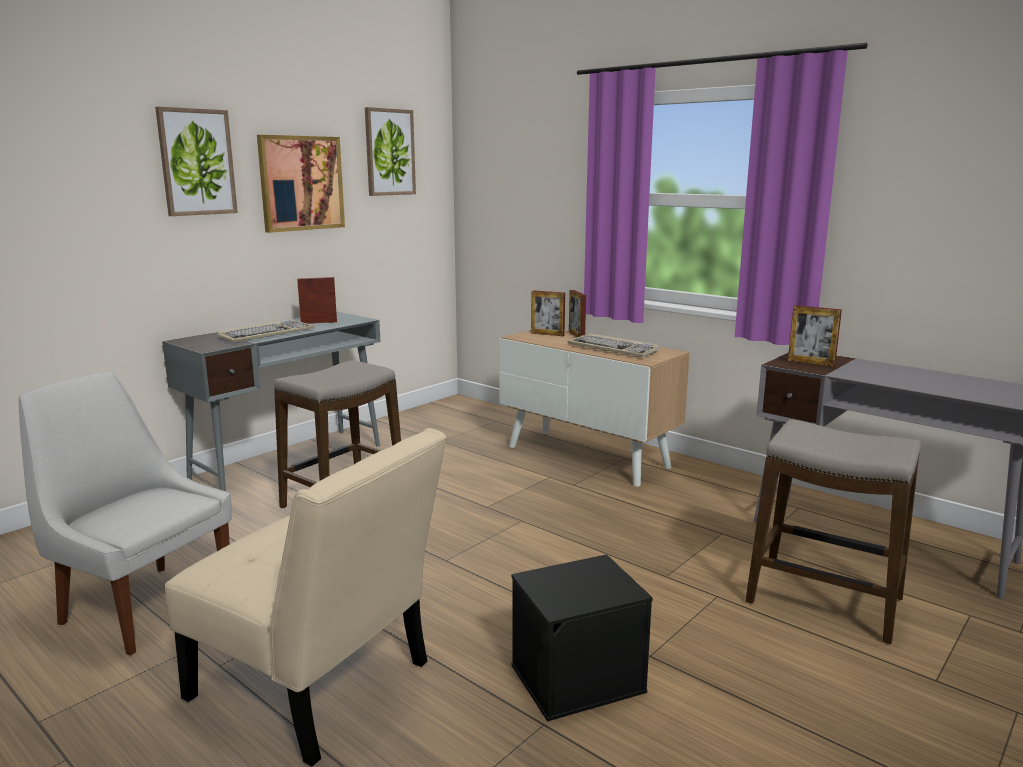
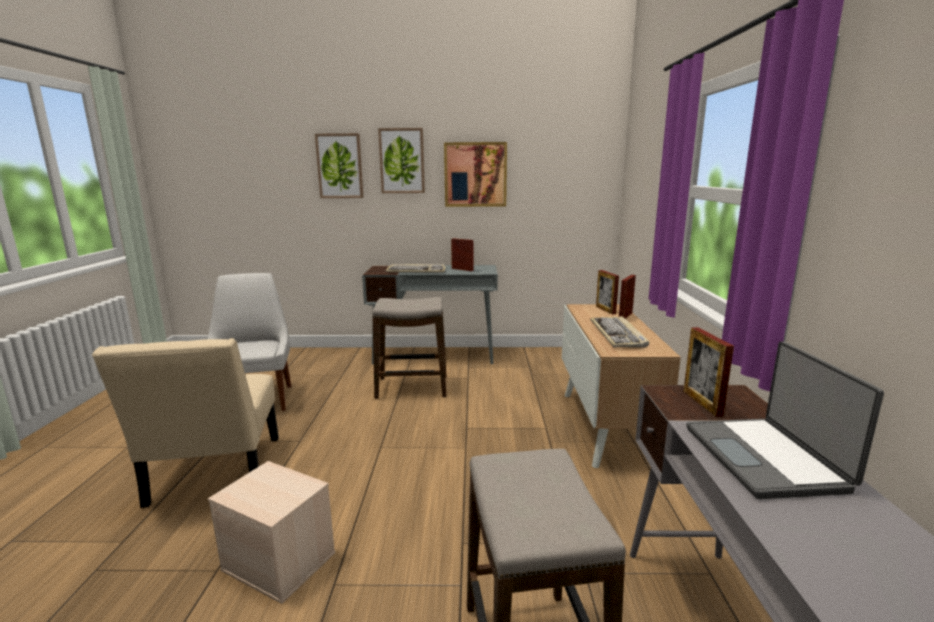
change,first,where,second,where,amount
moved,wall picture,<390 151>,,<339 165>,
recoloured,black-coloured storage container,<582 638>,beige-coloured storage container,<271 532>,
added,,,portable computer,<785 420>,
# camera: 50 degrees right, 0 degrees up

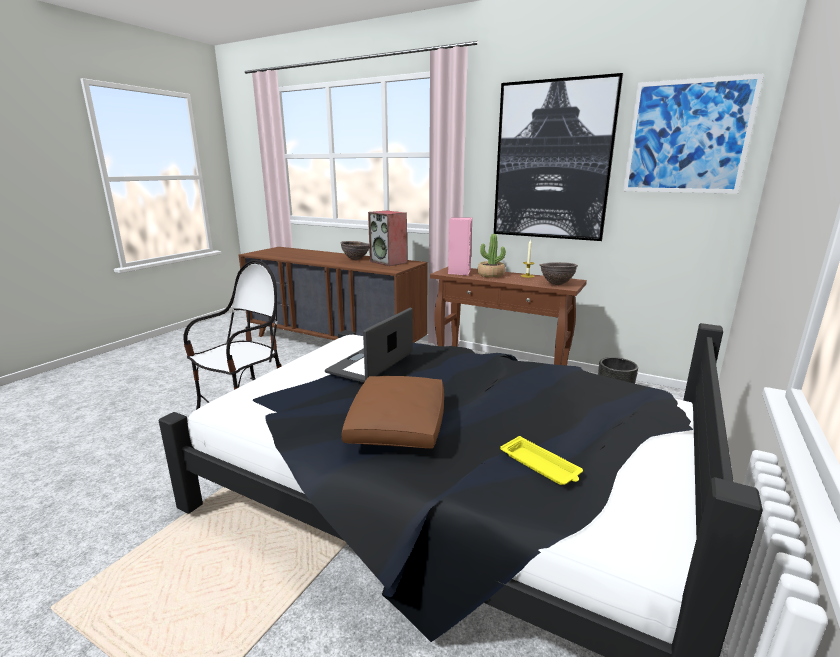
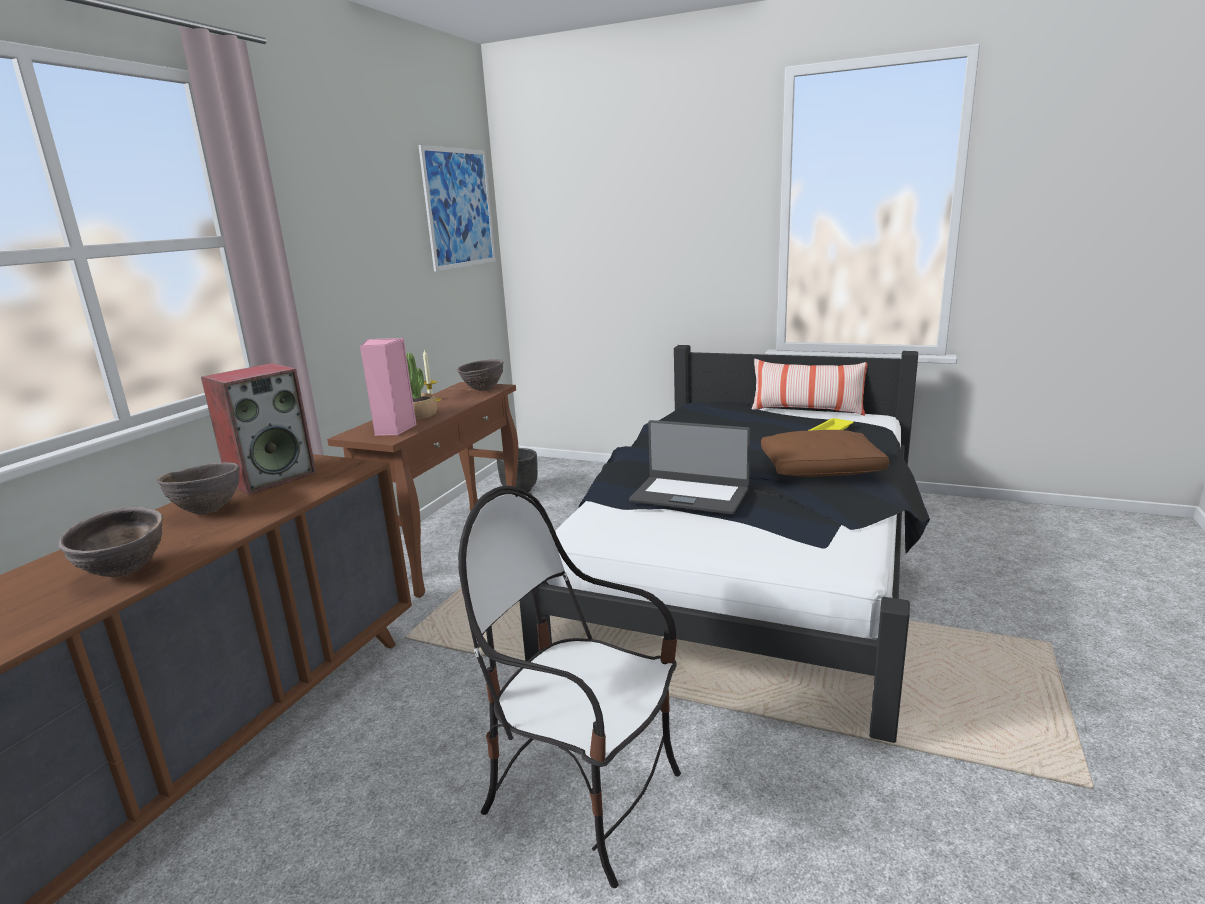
change,first,where,second,where,amount
removed,wall picture,<558 157>,,,
added,,,throw pillow,<810 387>,
added,,,brown deep dish,<110 542>,
# camera: 95 degrees left, 0 degrees up

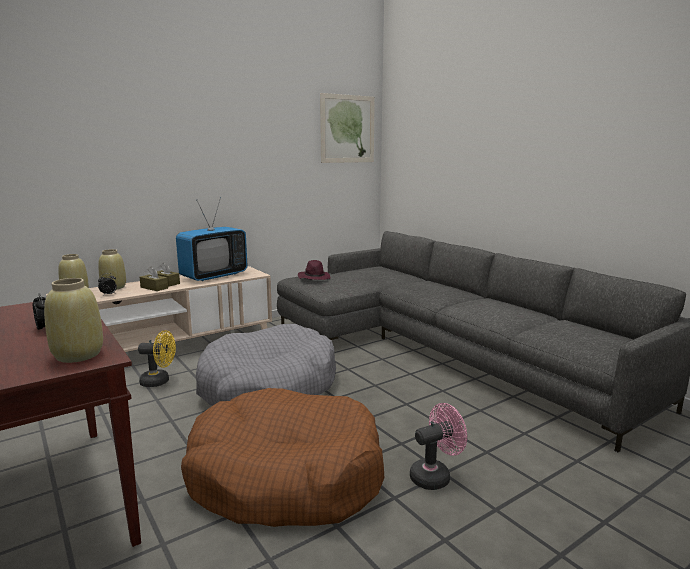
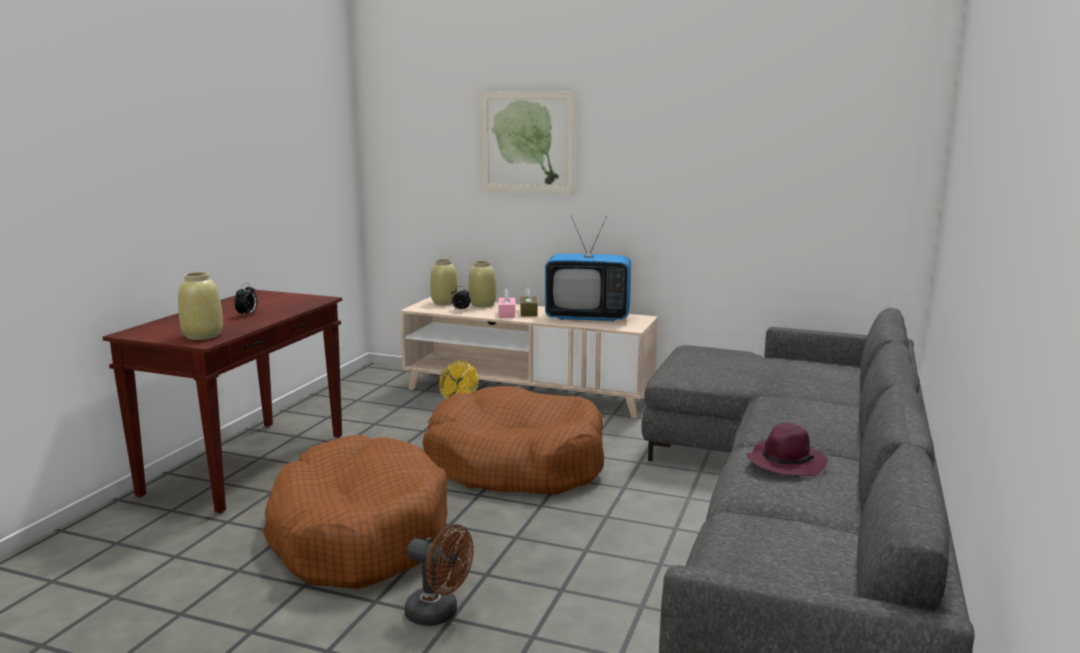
change,first,where,second,where,amount
moved,wall picture,<347 128>,,<528 142>,
moved,purple-coloured wearable hat,<314 270>,,<787 449>,
recoloured,brown box of tissues,<154 279>,pink-coloured box of tissues,<506 303>,
recoloured,grey dog cushion,<266 365>,brown dog cushion,<513 440>,
recoloured,pink-coloured cooling fan,<438 446>,brown cooling fan,<439 575>,
# camera: 55 degrees right, 0 degrees up

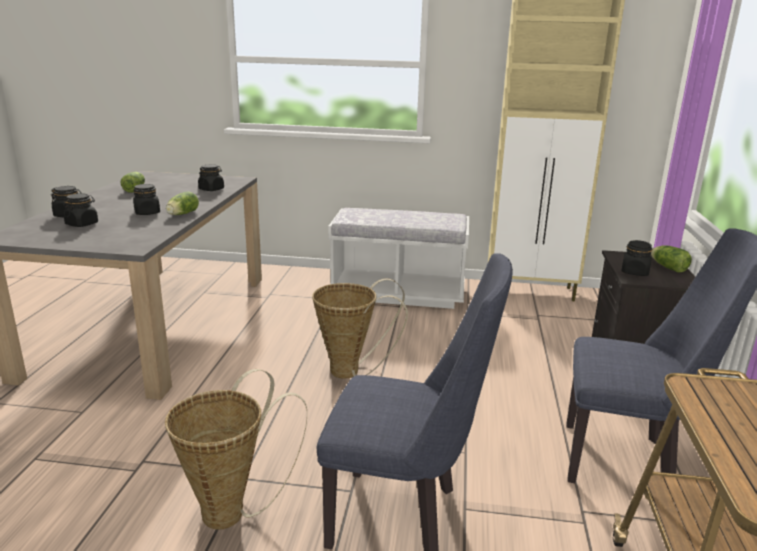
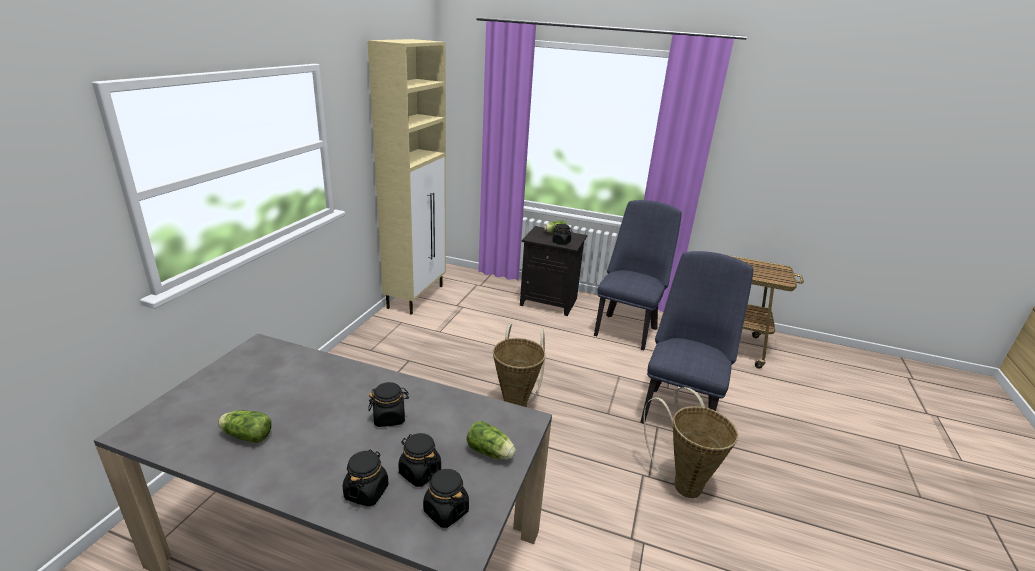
change,first,where,second,where,amount
moved,black-coloured jar,<211 177>,,<446 498>,
moved,lettuce head,<182 203>,,<491 440>,
removed,whitish bench,<398 258>,,,
# camera: 80 degrees left, 5 degrees up

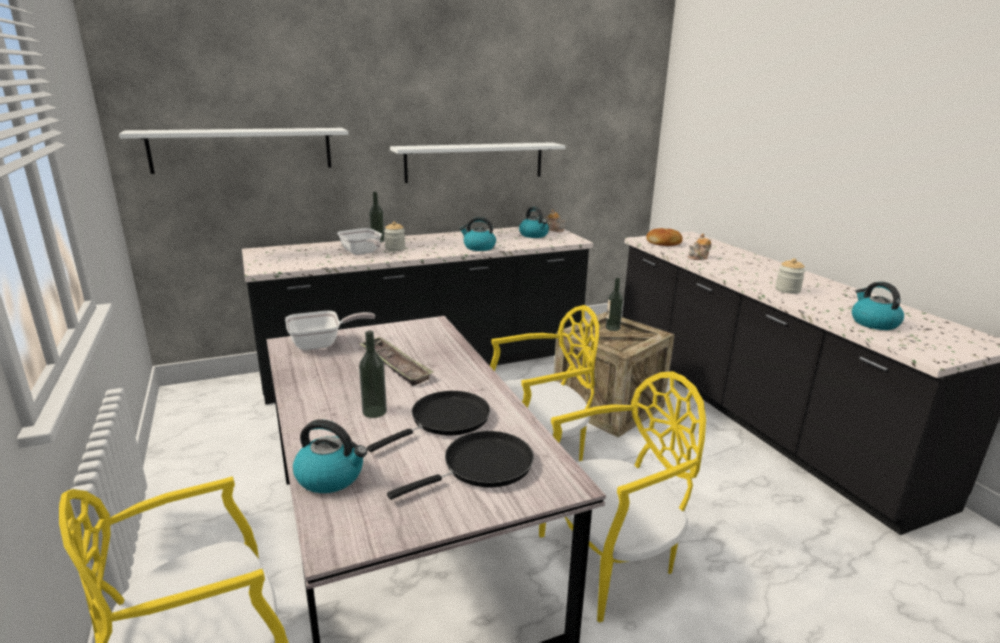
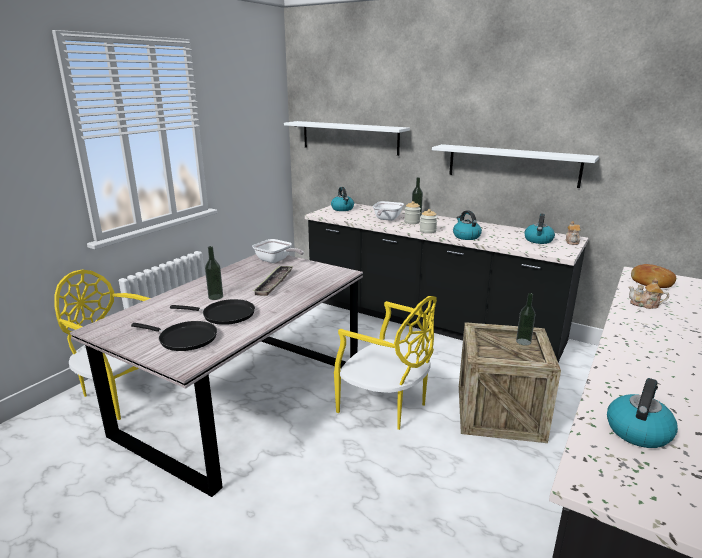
change,first,where,second,where,amount
moved,jar,<790 276>,,<428 221>,
removed,yellow upright chair,<622 497>,,,
moved,tea kettle,<330 456>,,<342 199>,
# camera: 55 degrees right, 0 degrees up

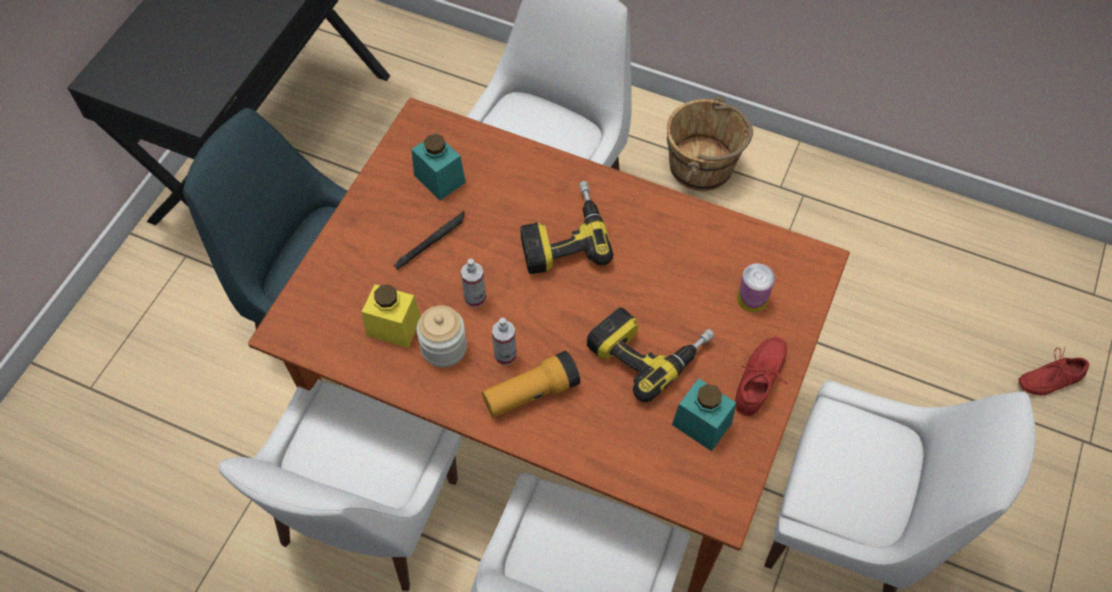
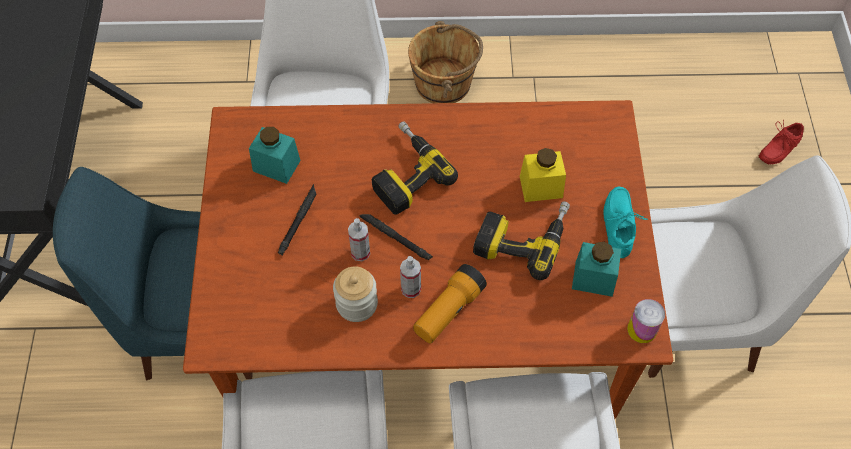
change,first,where,second,where,amount
moved,can,<756 287>,,<646 321>,
moved,yellow jar,<391 316>,,<543 175>,
recoloured,reddish shoe,<761 376>,turquoise-coloured shoe,<625 222>,
added,,,black-coloured hand torch,<396 237>,
# camera: 25 degrees left, 0 degrees up

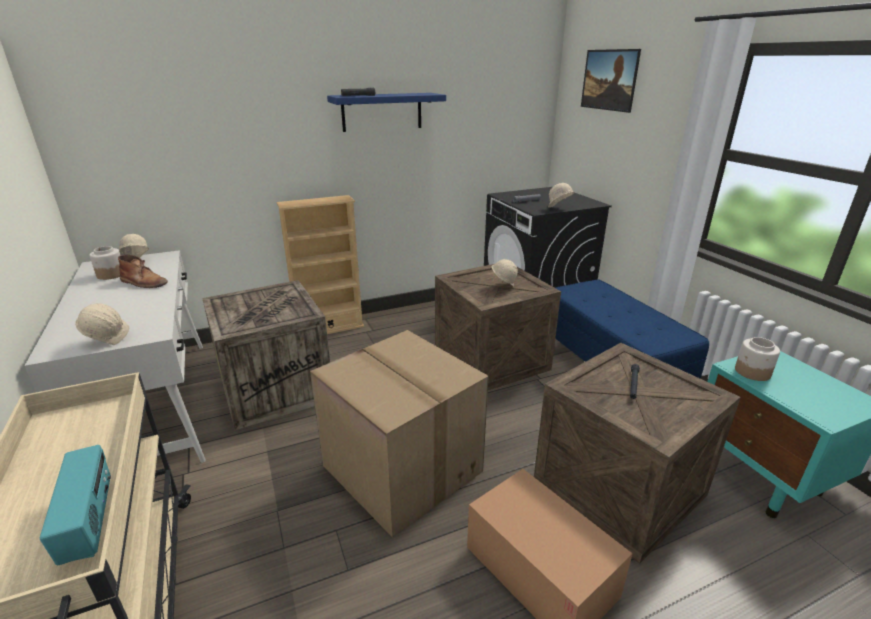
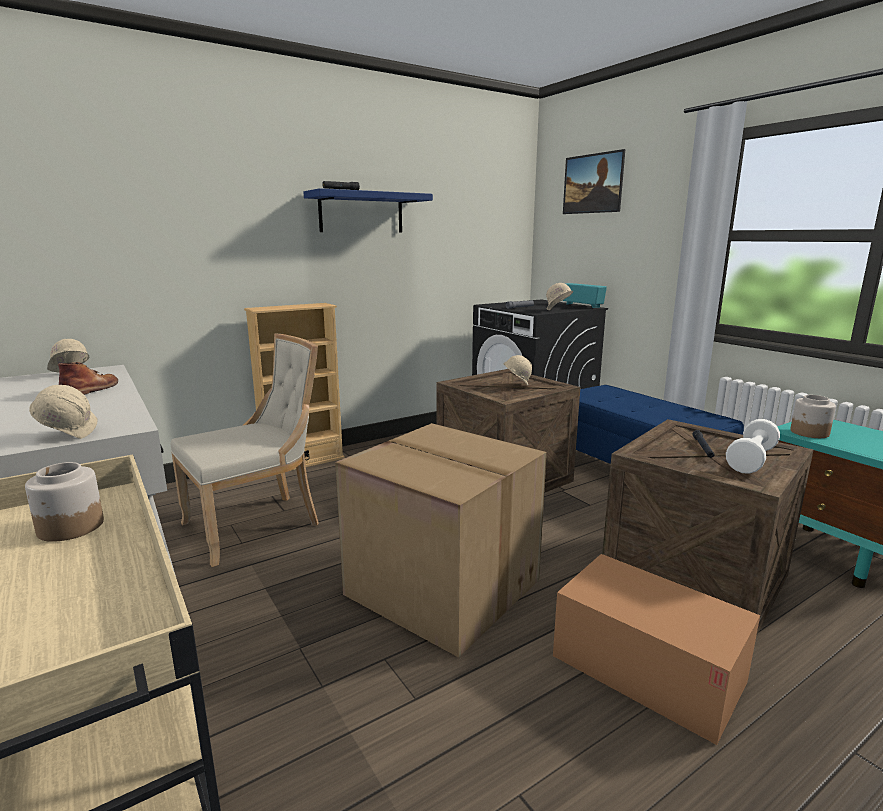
change,first,where,second,where,amount
moved,jar,<104 263>,,<64 502>,
turned,brown tall boot,<143 271>,,<88 378>,90 degrees counterclockwise
replaced,crate,<266 355>,beige-coloured upright chair,<245 450>,
moved,radio set,<75 505>,,<585 295>,
added,,,whitish hand weight,<753 446>,
# camera: 10 degrees left, 10 degrees down

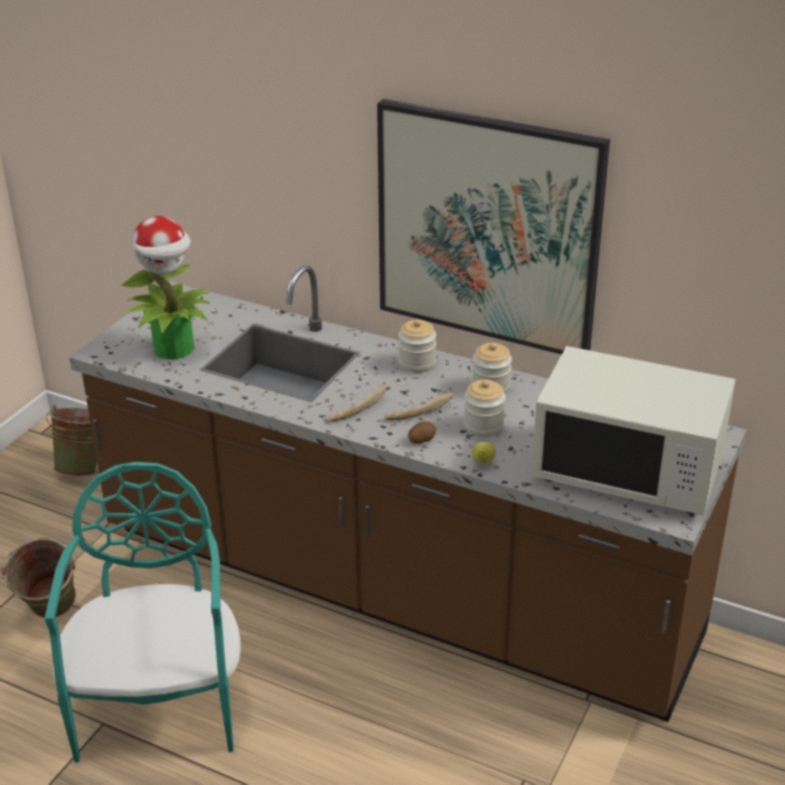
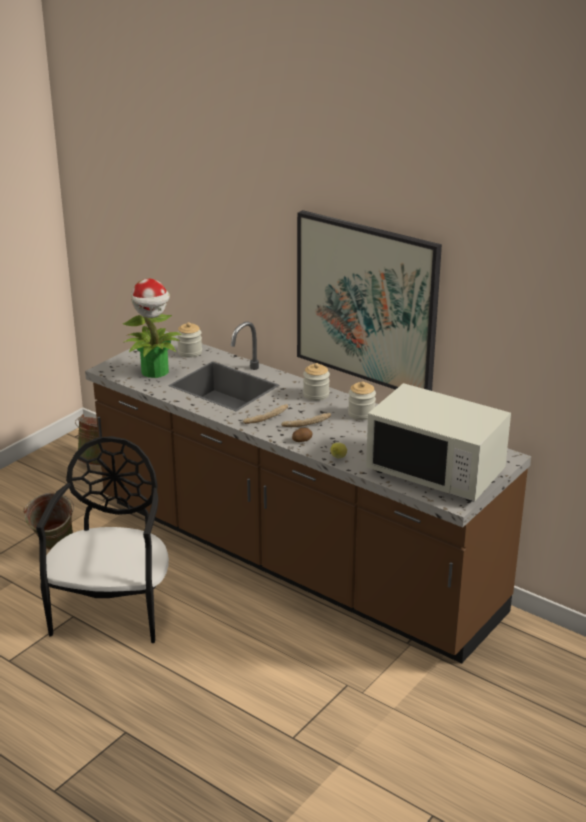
change,first,where,second,where,amount
moved,jar,<485 408>,,<189 340>,
recoloured,turquoise-coloured upright chair,<142 612>,black-coloured upright chair,<102 539>,
# camera: 10 degrees right, 5 degrees down

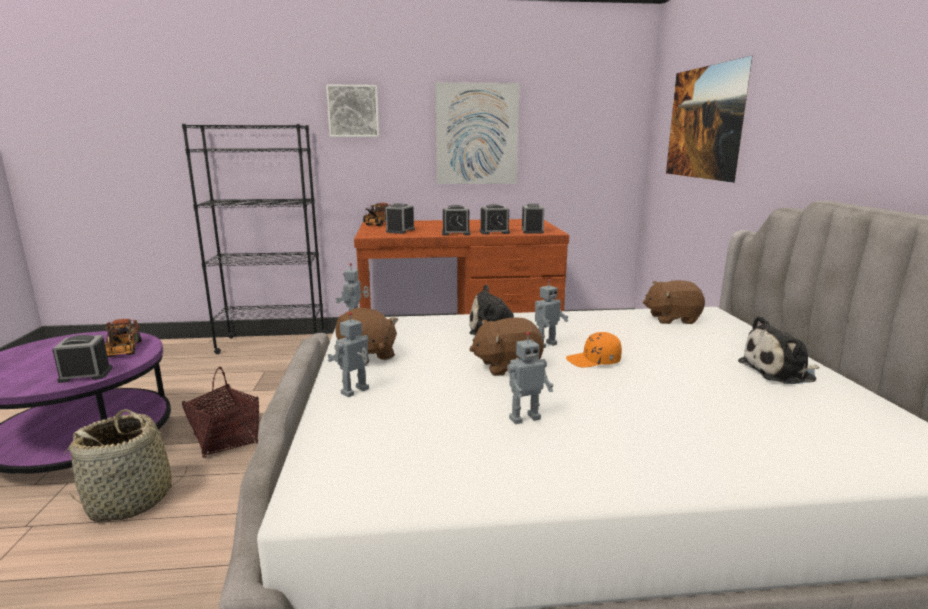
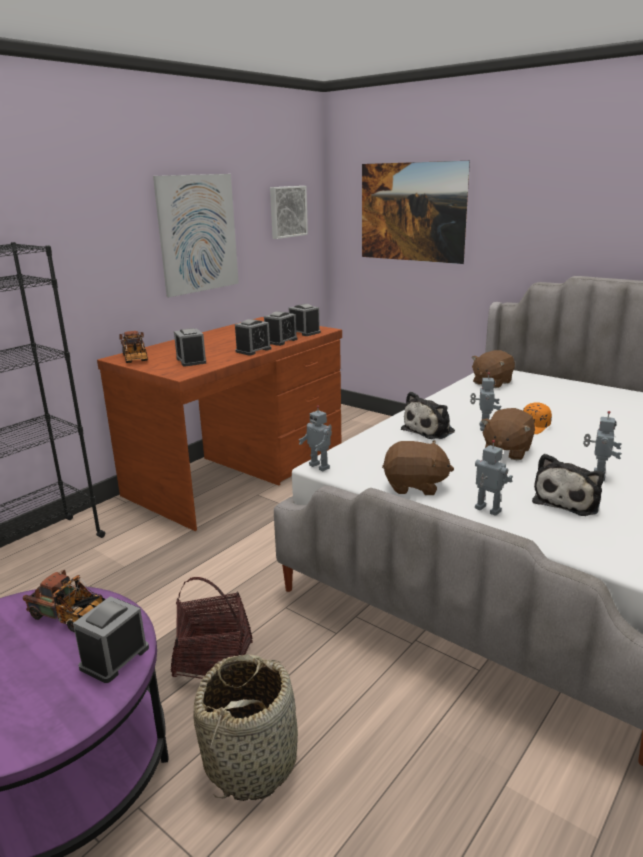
change,first,where,second,where,amount
moved,wall picture,<352 110>,,<289 212>,
turned,robot figure,<348 354>,,<494 478>,135 degrees clockwise
moved,plush toy,<778 350>,,<568 485>,
# camera: 45 degrees left, 5 degrees up

